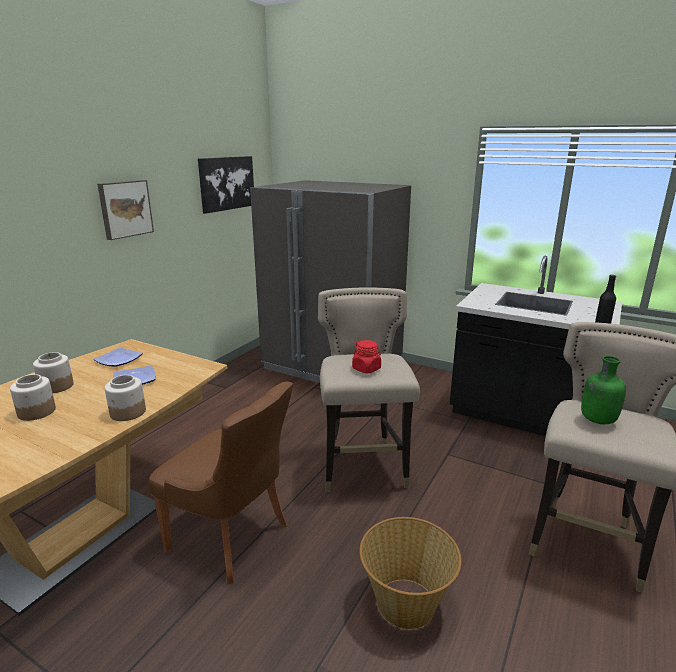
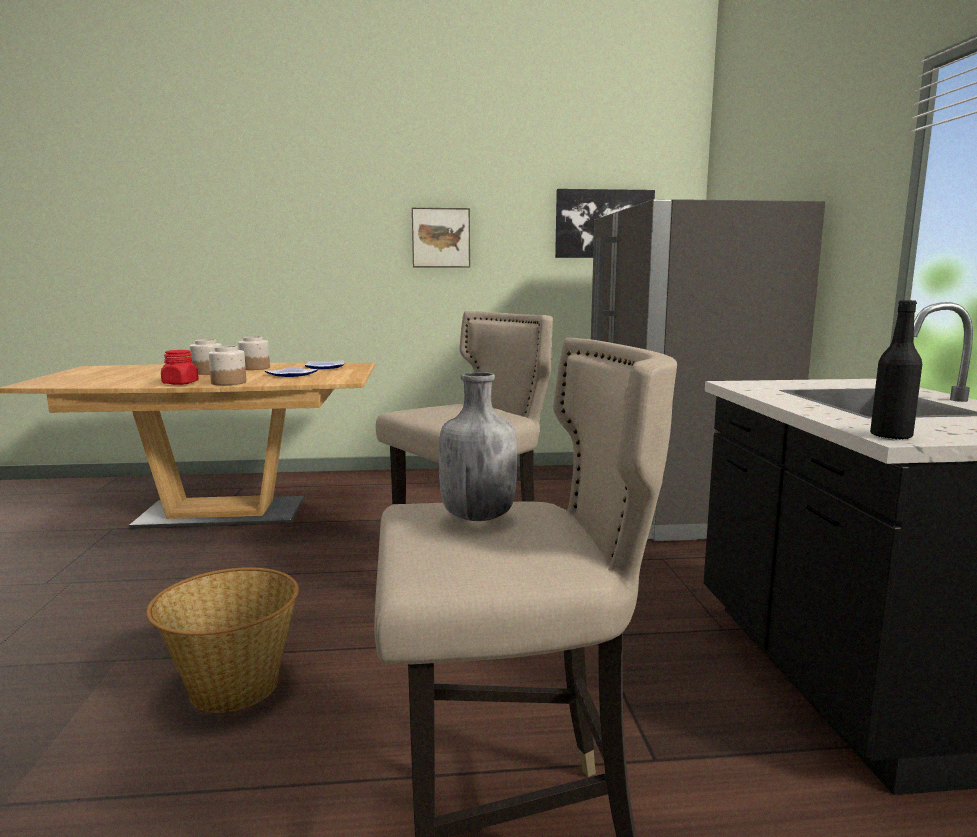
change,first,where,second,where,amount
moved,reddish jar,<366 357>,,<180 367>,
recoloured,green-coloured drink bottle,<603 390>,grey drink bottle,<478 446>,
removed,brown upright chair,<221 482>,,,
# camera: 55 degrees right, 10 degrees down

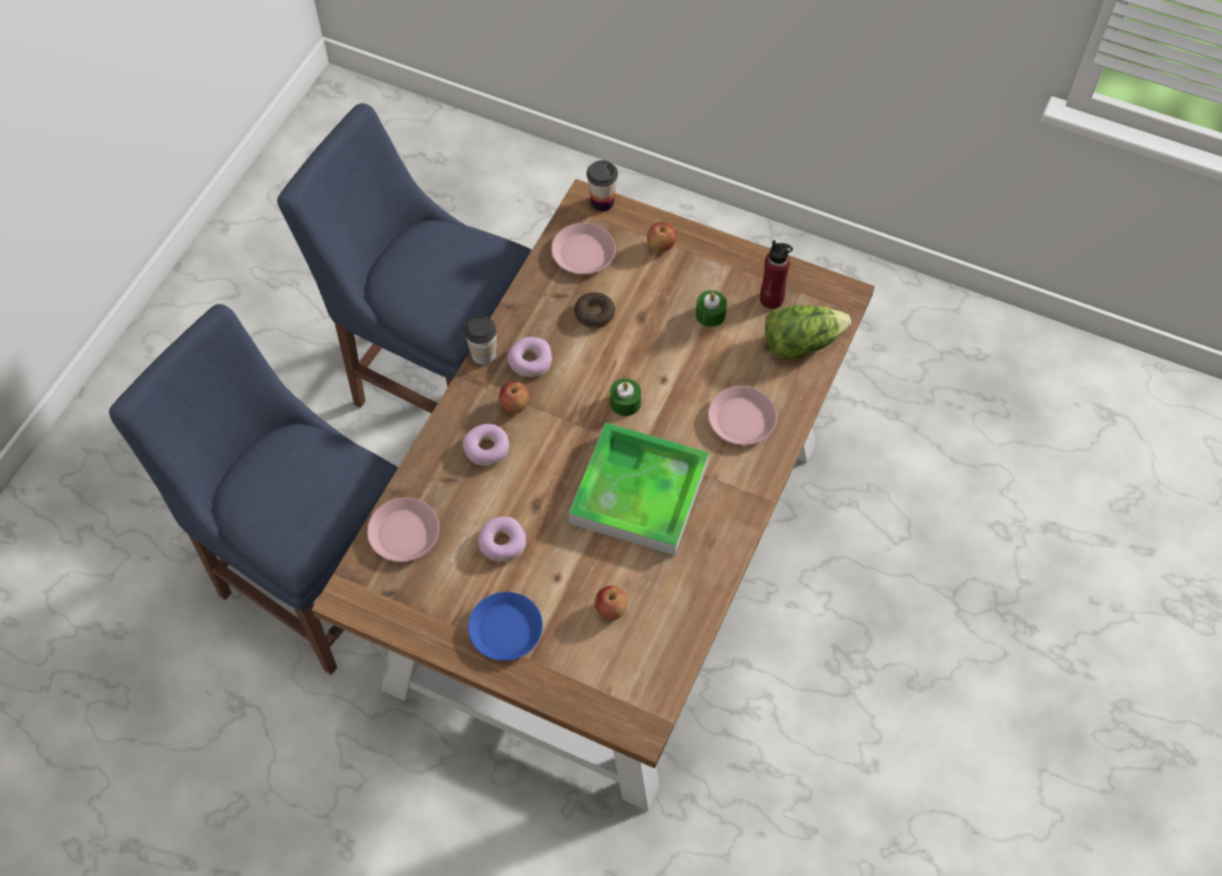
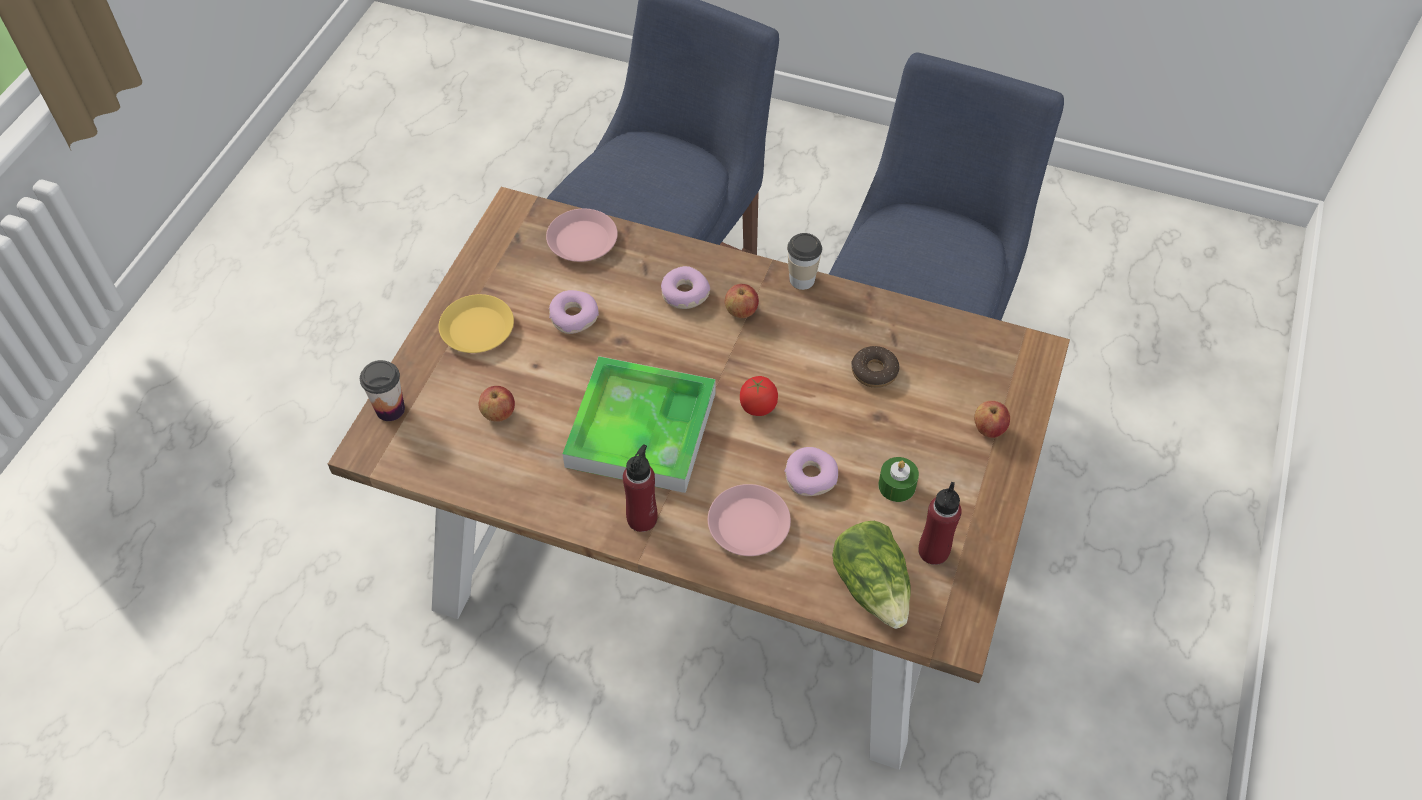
change,first,where,second,where,amount
moved,cup,<602 185>,,<382 390>,
removed,pink-coloured plate,<583 248>,,,
moved,ring doughnut,<529 357>,,<811 471>,
replaced,green-coloured candle,<625 397>,fresh tomato,<759 396>,
recoloured,blue plate,<505 626>,yellow plate,<476 323>,
added,,,reddish drink bottle,<640 488>,
# camera: 85 degrees right, 5 degrees down

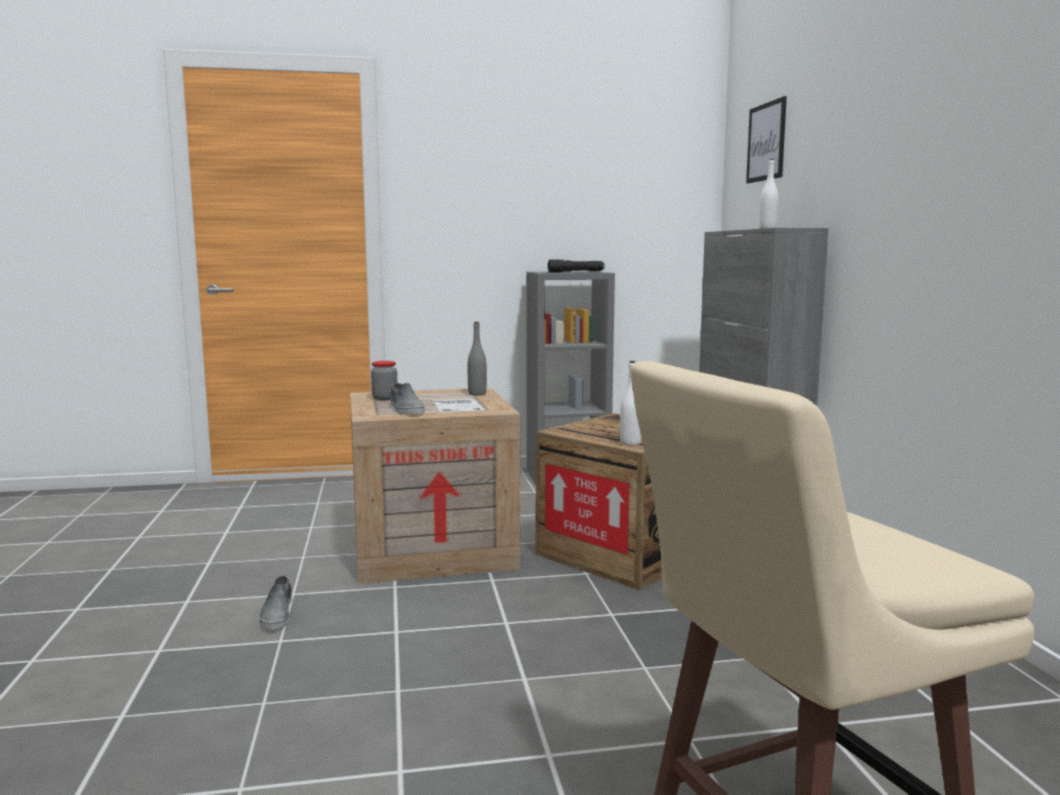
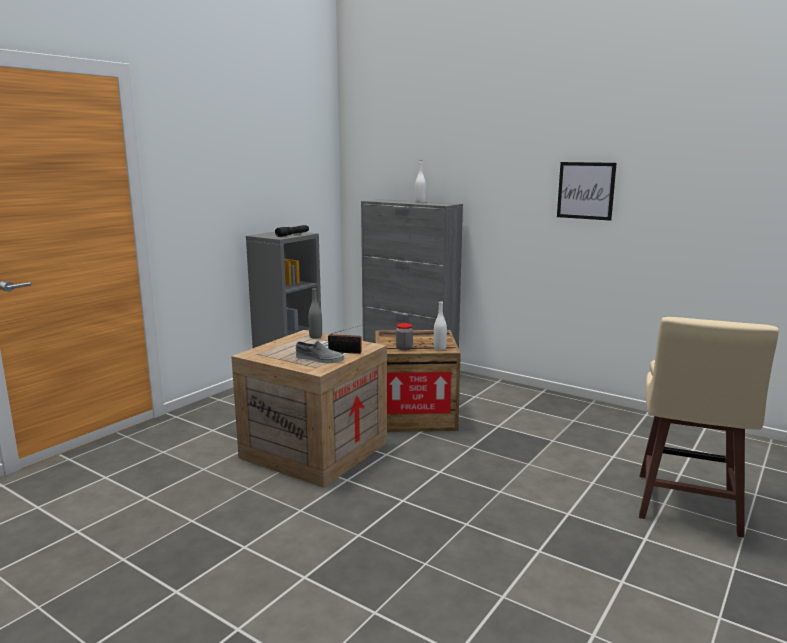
change,first,where,second,where,amount
moved,wall picture,<766 139>,,<587 191>,
moved,jar,<384 380>,,<404 336>,
removed,grey shoe,<276 603>,,,
added,,,radio set,<346 339>,
# camera: 45 degrees left, 5 degrees up

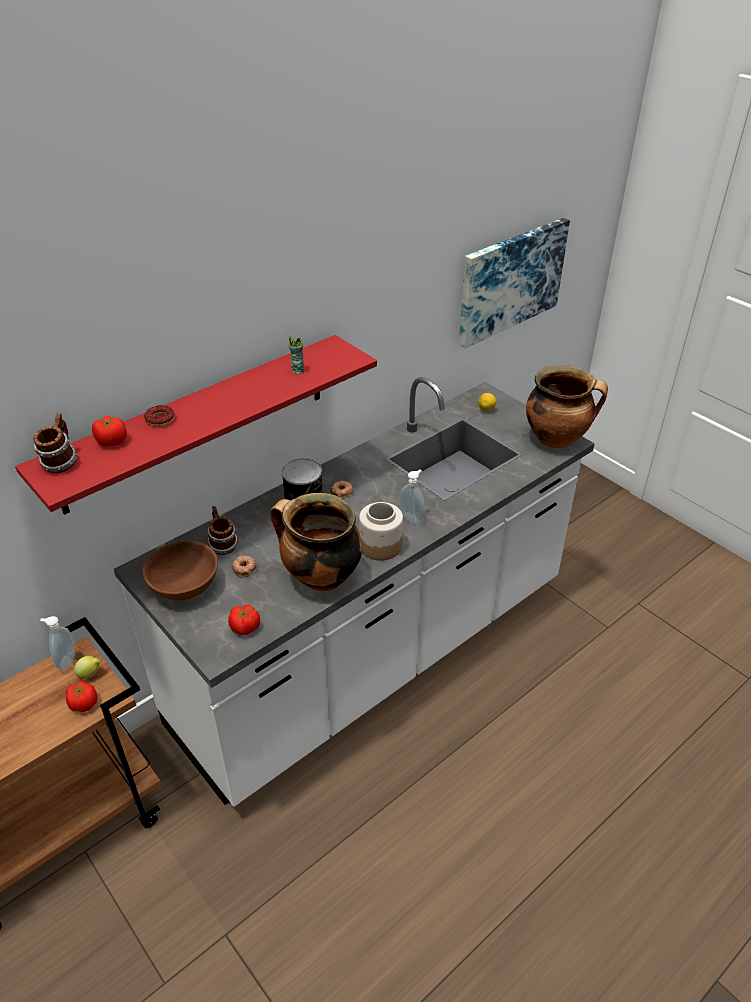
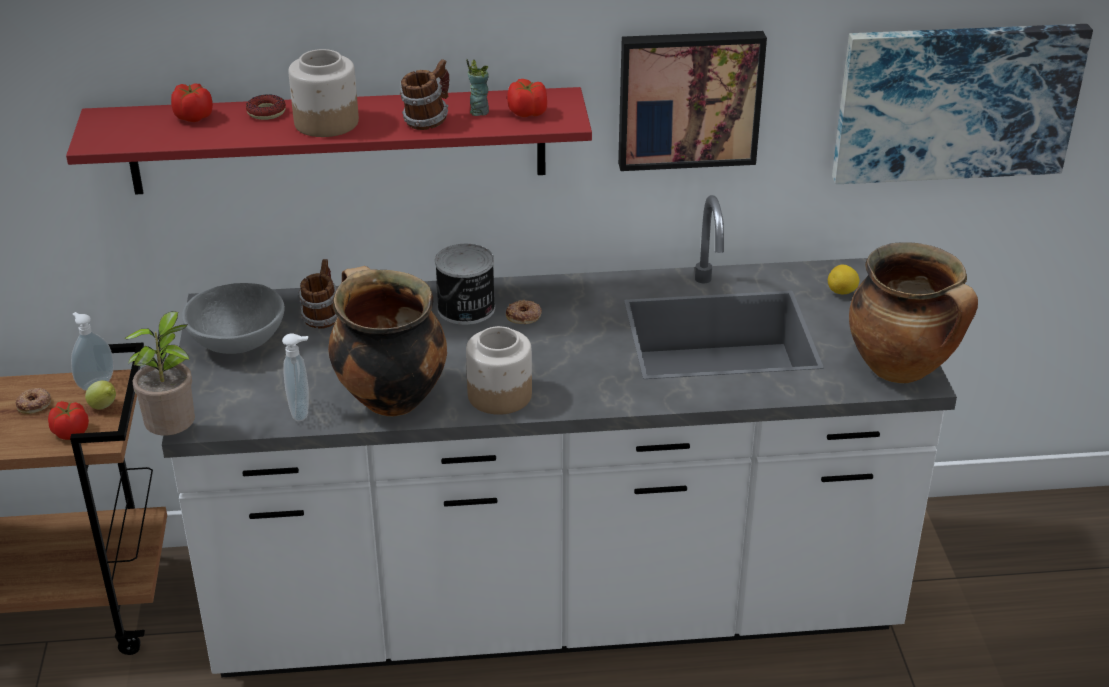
change,first,where,second,where,amount
moved,coffee mug,<55 443>,,<424 94>,
moved,soap dispenser,<412 497>,,<295 377>,
recoloured,brown deep dish,<180 570>,grey deep dish,<233 318>,
moved,ring doughnut,<244 567>,,<33 401>,
moved,fresh tomato,<244 620>,,<527 98>,
added,,,wall picture,<692 101>,
added,,,jar,<323 93>,
added,,,potted plant,<160 373>,
# camera: 35 degrees right, 5 degrees down

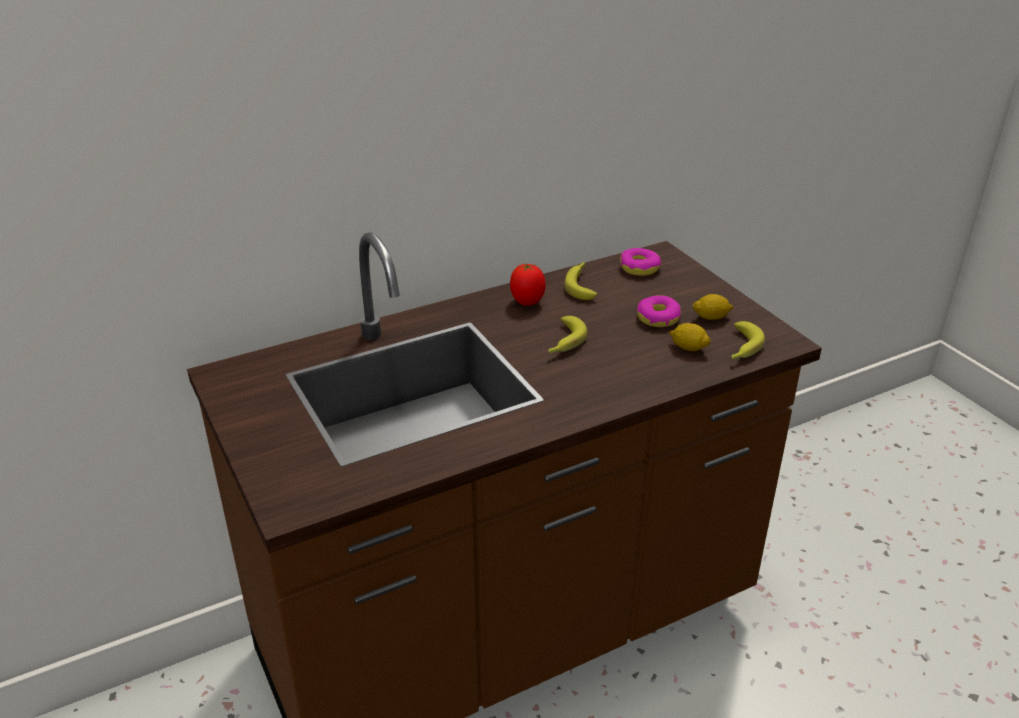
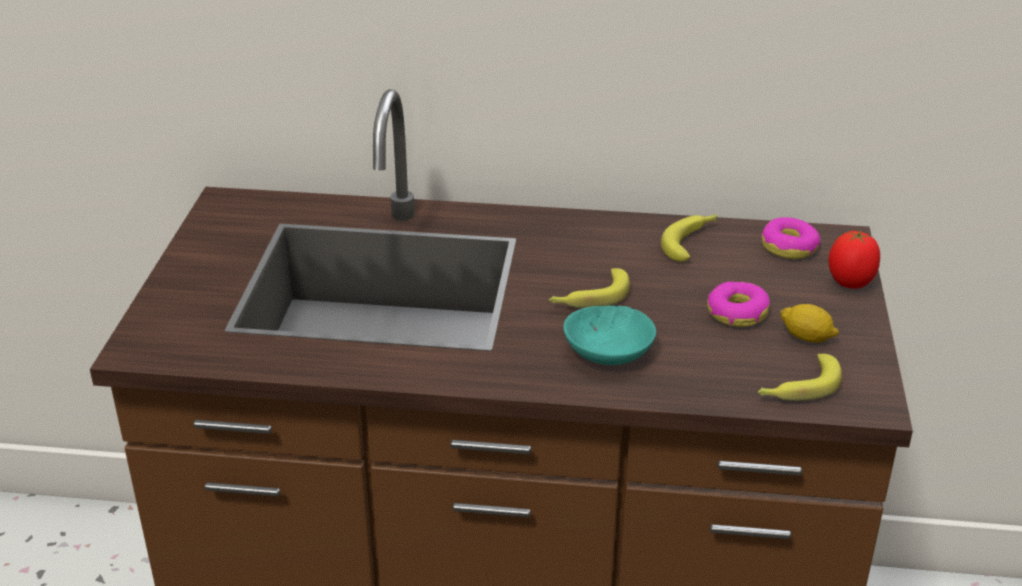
change,first,where,second,where,amount
moved,fresh tomato,<528 284>,,<854 259>,
removed,lemon,<690 337>,,,
added,,,turquoise-coloured deep dish,<609 335>,
# camera: 35 degrees right, 0 degrees up

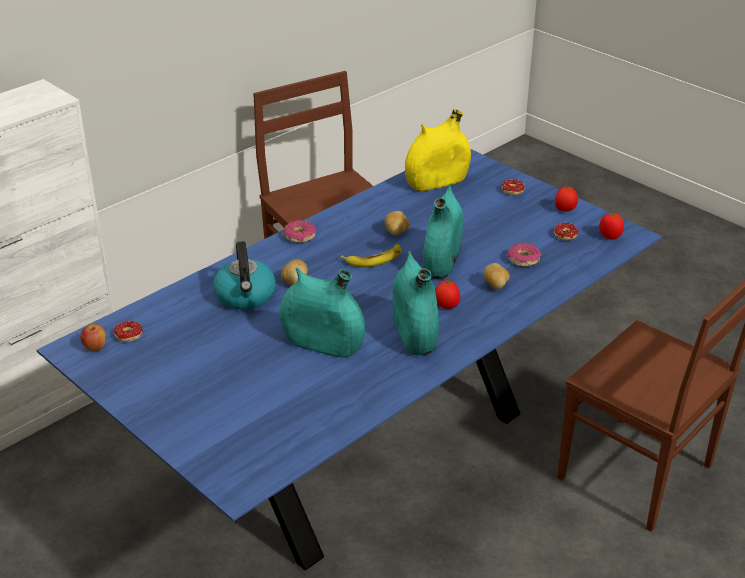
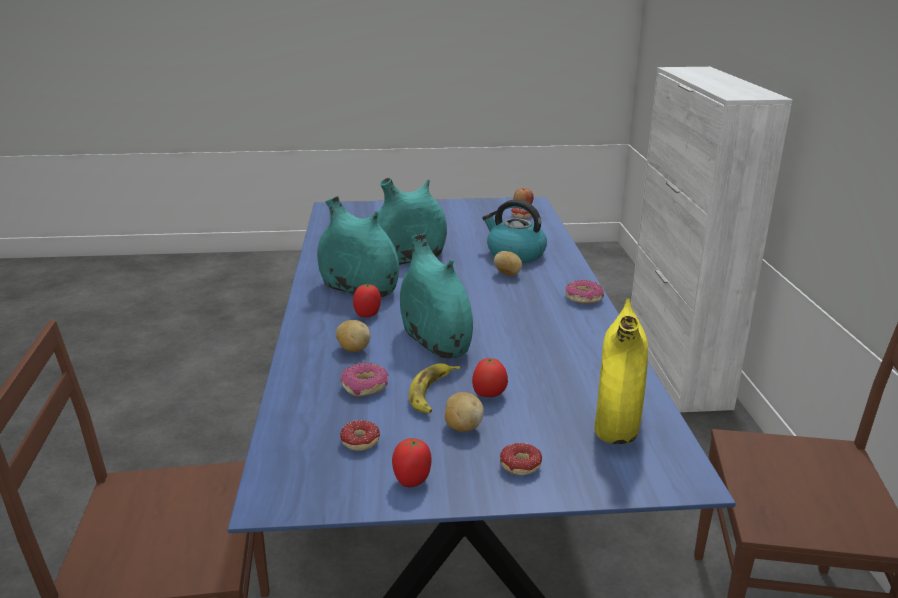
change,first,where,second,where,amount
moved,potato,<397 223>,,<464 412>,
moved,fresh tomato,<611 226>,,<490 377>,
moved,whole banana,<371 255>,,<434 388>,
# camera: 130 degrees right, 10 degrees down

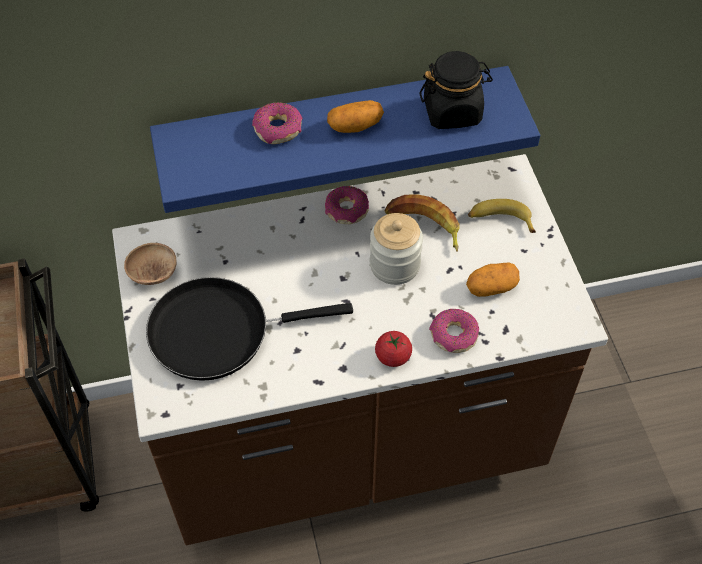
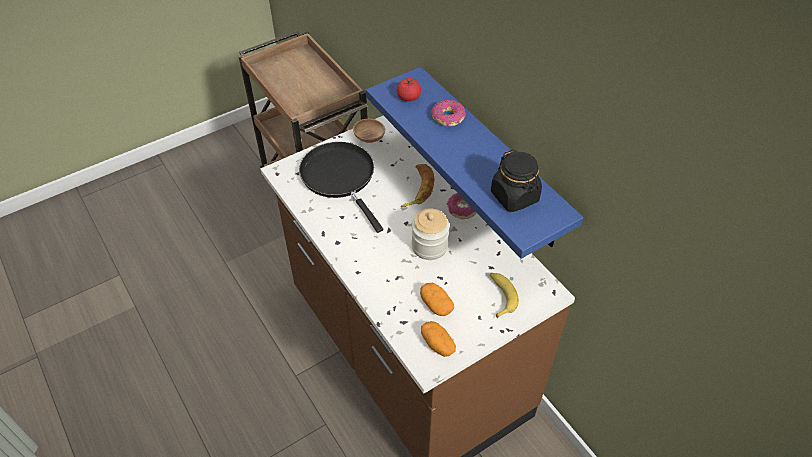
change,first,where,second,where,amount
moved,potato,<355 116>,,<438 339>,
moved,whole banana,<422 223>,,<417 185>,
removed,ring doughnut,<454 331>,,,
moved,fresh tomato,<393 349>,,<409 89>,
# camera: 70 degrees right, 5 degrees down

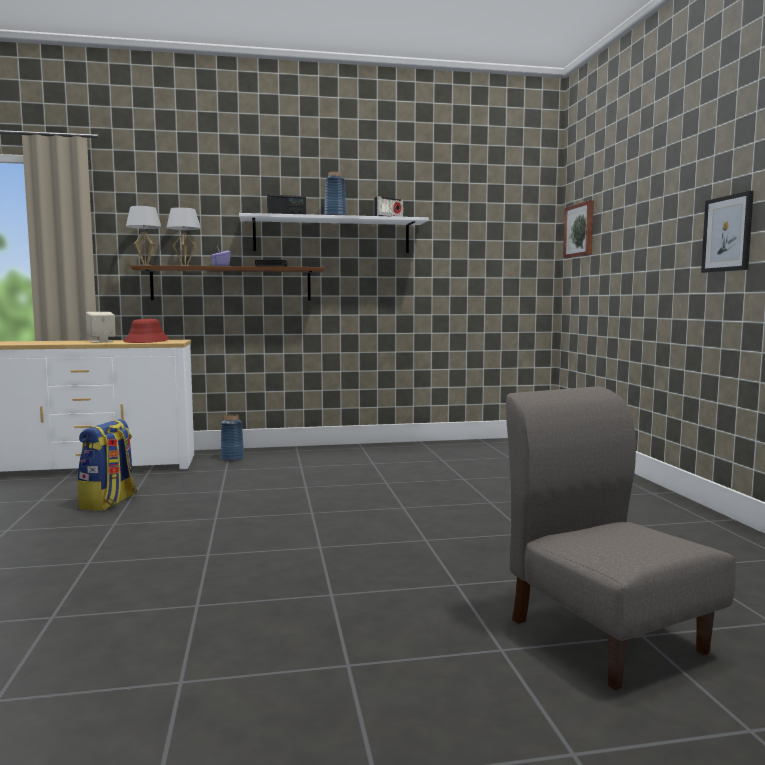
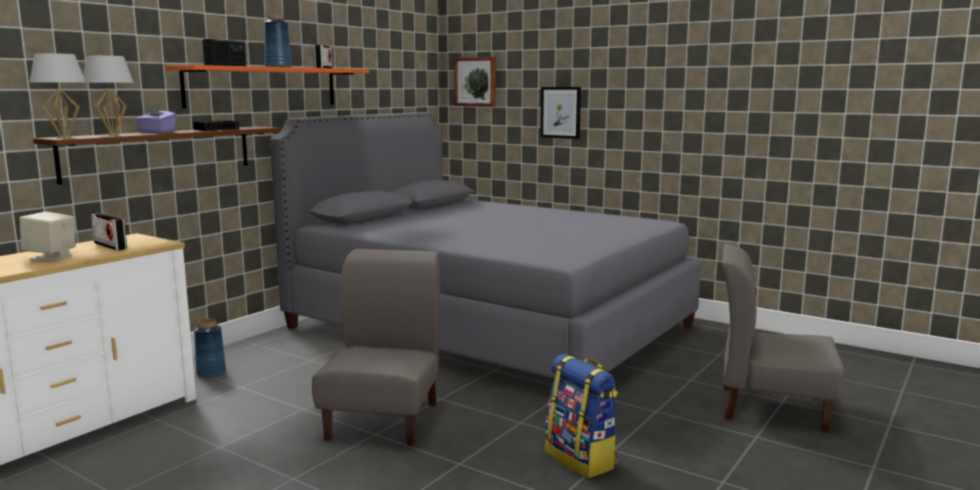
change,first,where,second,where,amount
moved,wall picture,<727 232>,,<561 113>,
recoloured,whitish wall shelf,<334 233>,orange-coloured wall shelf,<267 87>,
replaced,reddish wearable hat,<146 331>,radio set,<109 232>,
moved,rucksack,<107 465>,,<581 416>,
added,,,grey sleeping bed,<485 245>,
added,,,grey upright chair,<376 347>,
# camera: 45 degrees left, 5 degrees up

